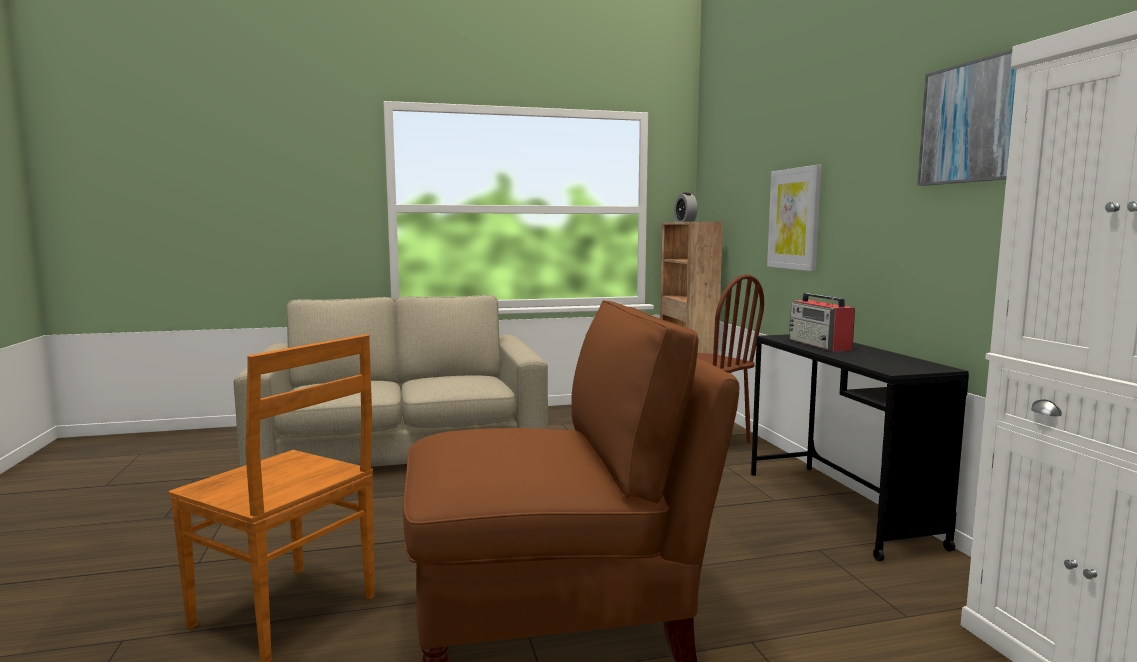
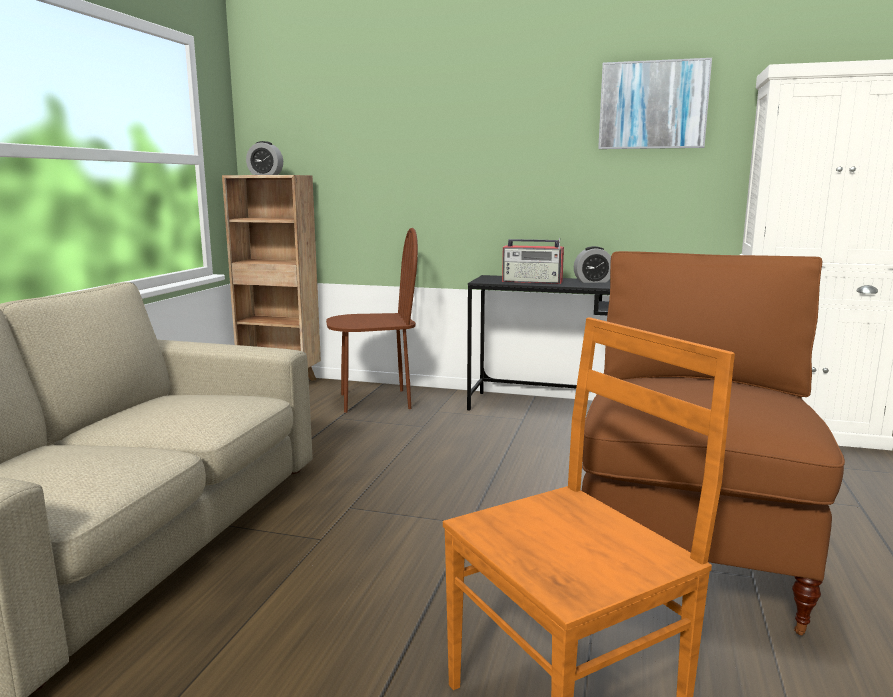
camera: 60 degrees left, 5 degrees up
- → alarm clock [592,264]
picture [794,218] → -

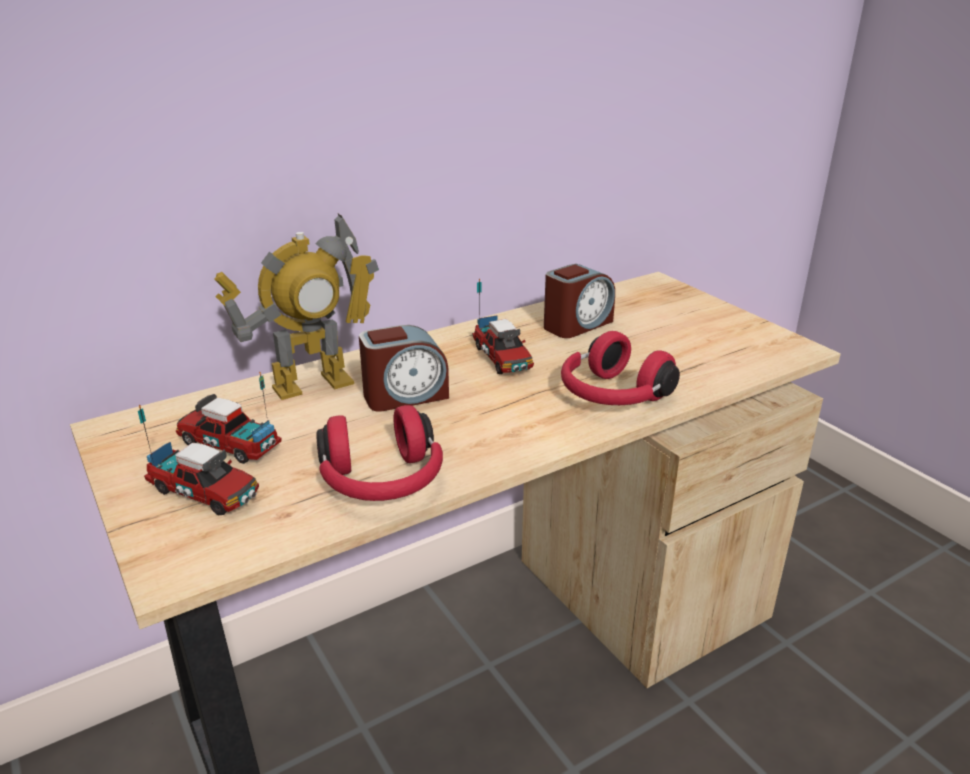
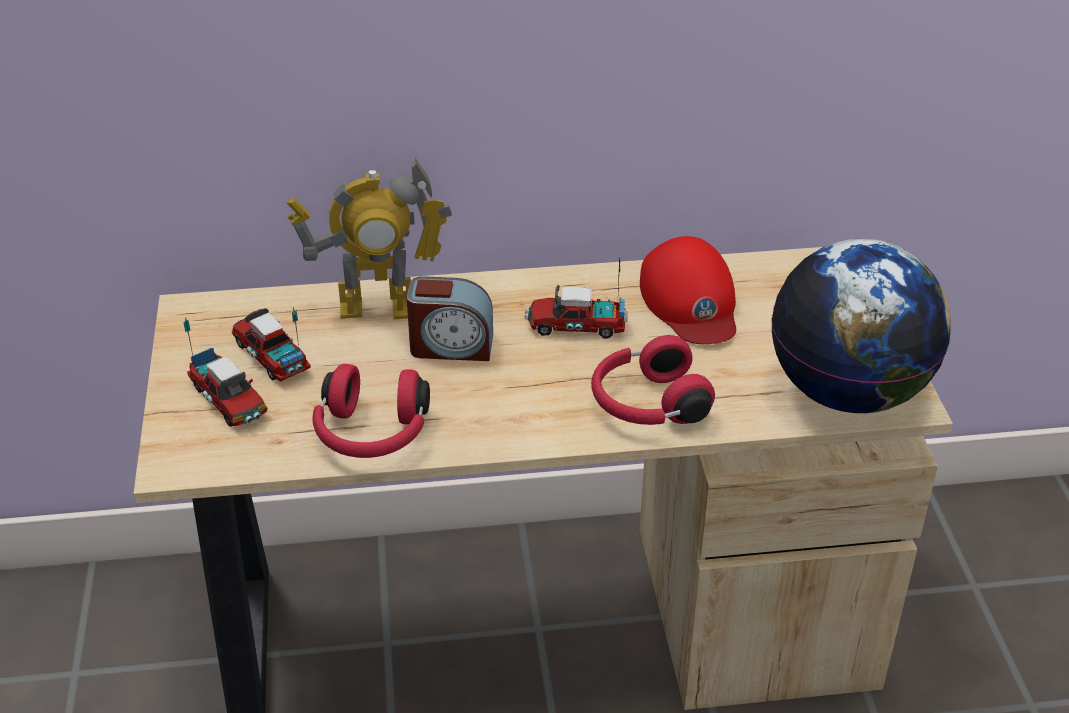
camera: 25 degrees right, 10 degrees up
toy truck [503,326] → toy truck [576,297], 90 degrees clockwise
alarm clock [579,301] → red cap [688,290]
- → globe [861,326]

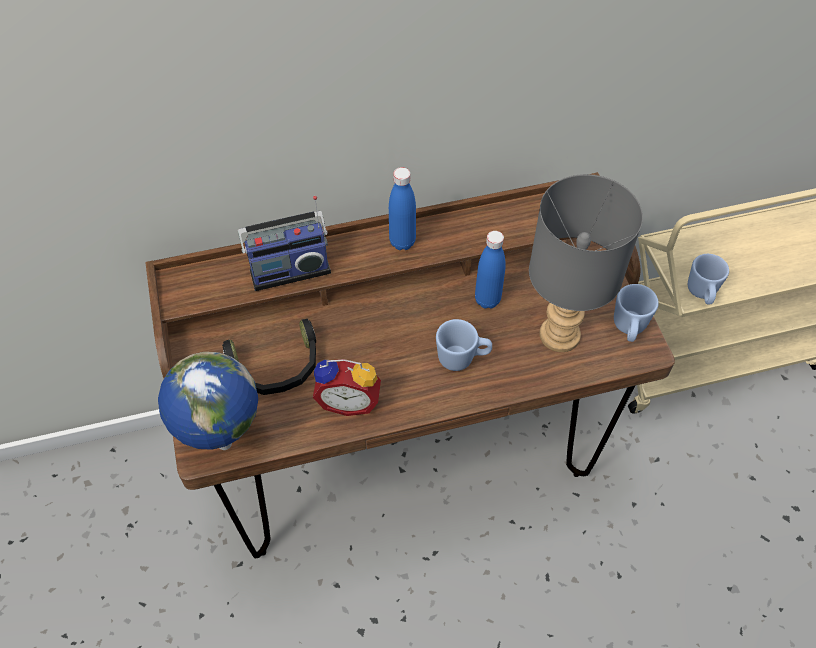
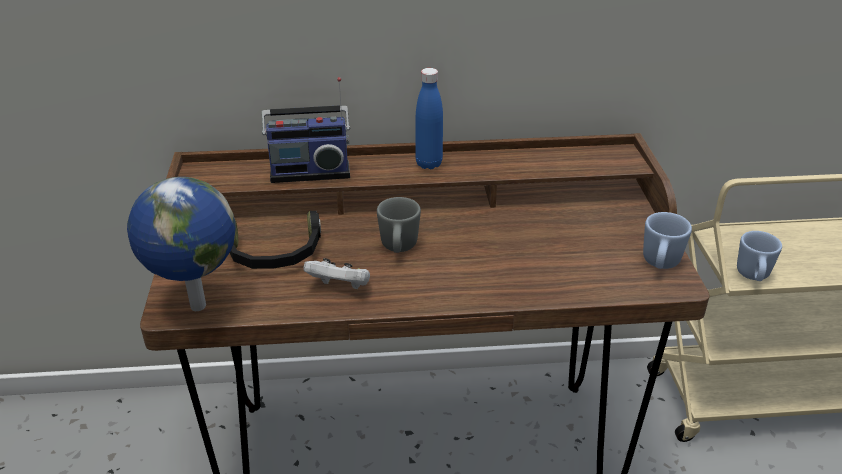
camera: 10 degrees right, 20 degrees down
alarm clock [347,387] → white game controller [336,273]
- → grey mug [399,225]
blue mug [464,345] → -
blue bottle [490,270] → -
grey table lamp [586,263] → -

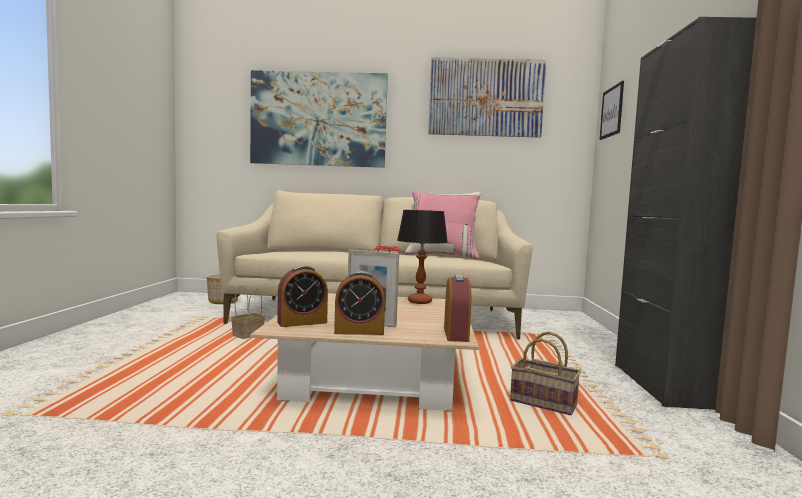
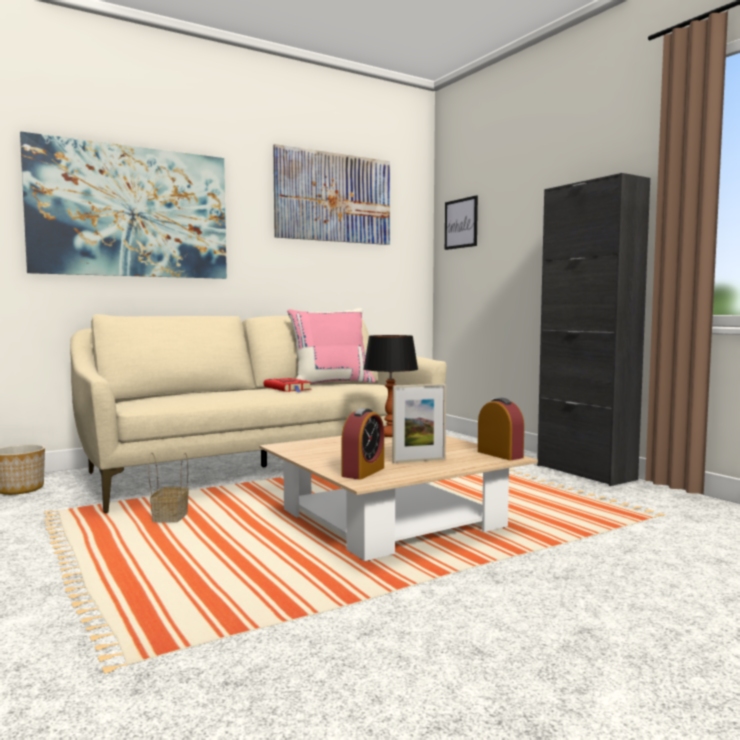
camera: 35 degrees left, 0 degrees up
alarm clock [359,303] → -
basket [545,373] → -

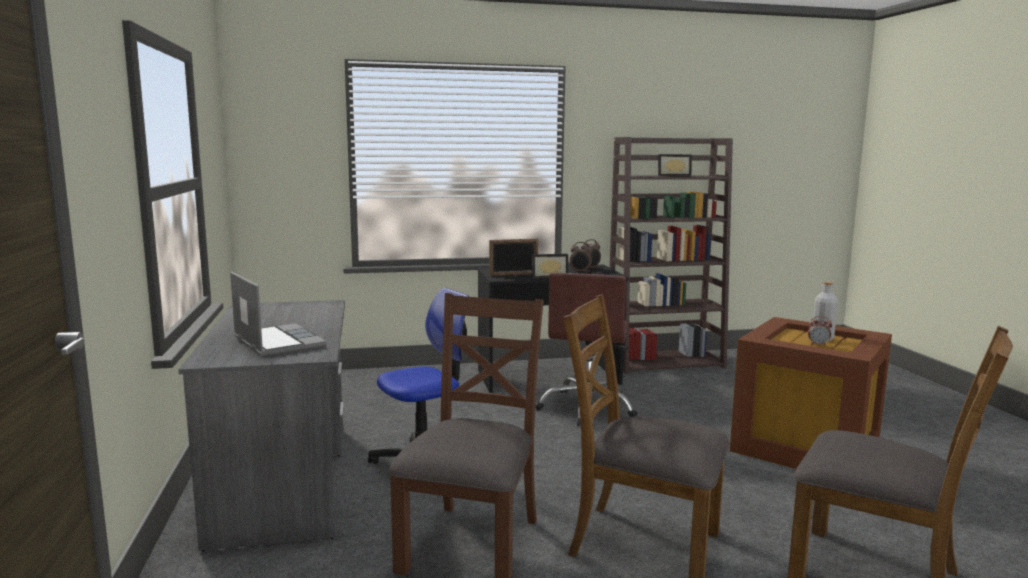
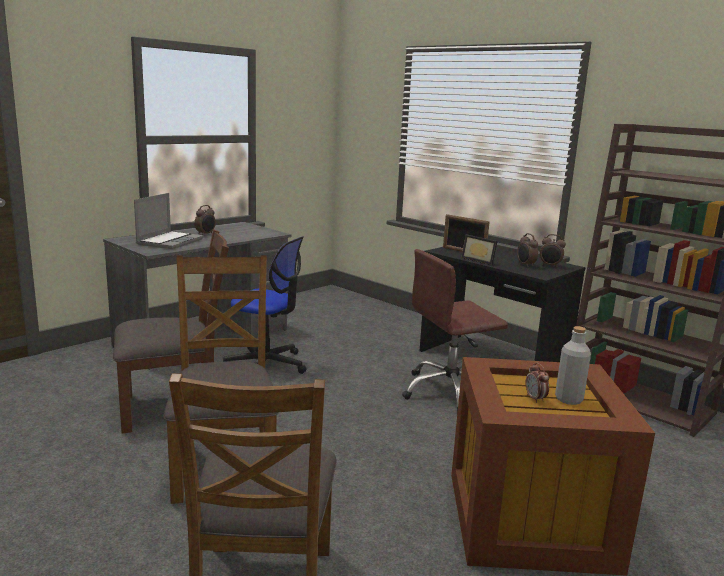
camera: 55 degrees right, 5 degrees up
- → alarm clock [205,220]
picture frame [675,165] → -

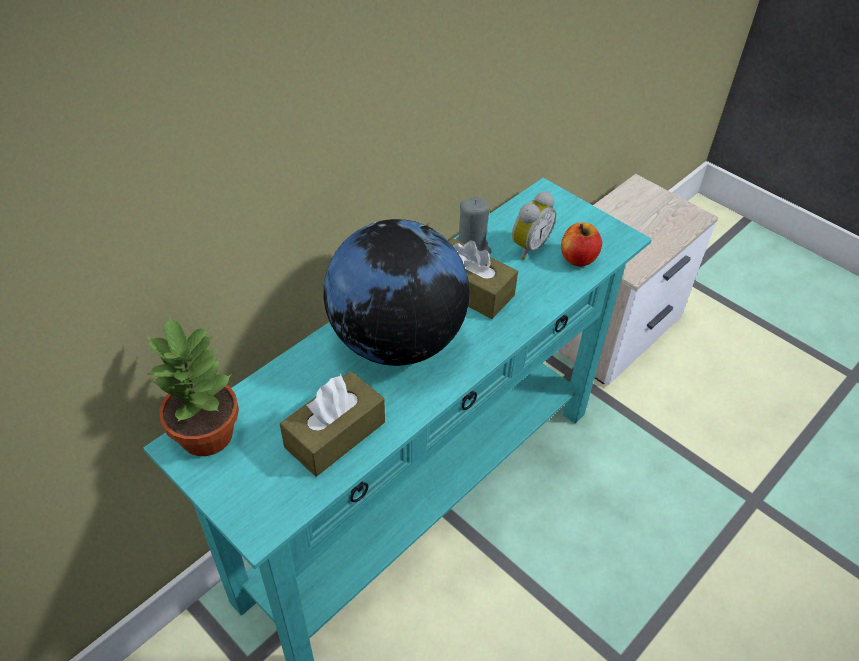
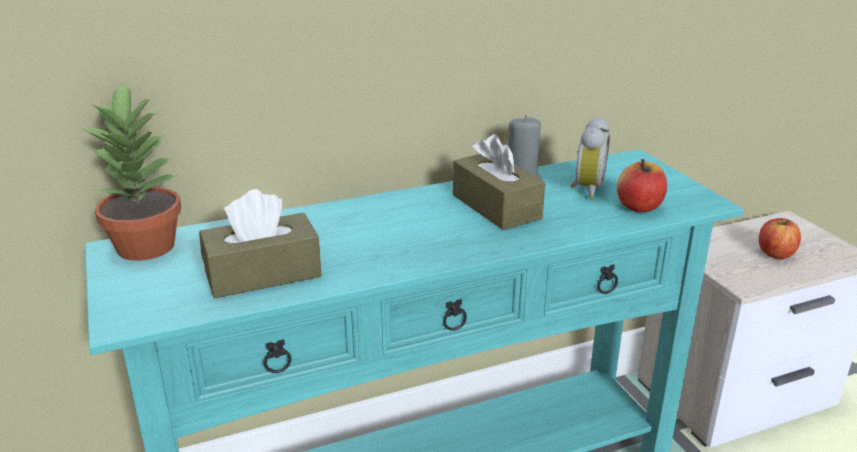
camera: 25 degrees right, 20 degrees down
alarm clock [534,226] → alarm clock [590,158], 45 degrees counterclockwise
- → apple [780,238]
globe [396,292] → -

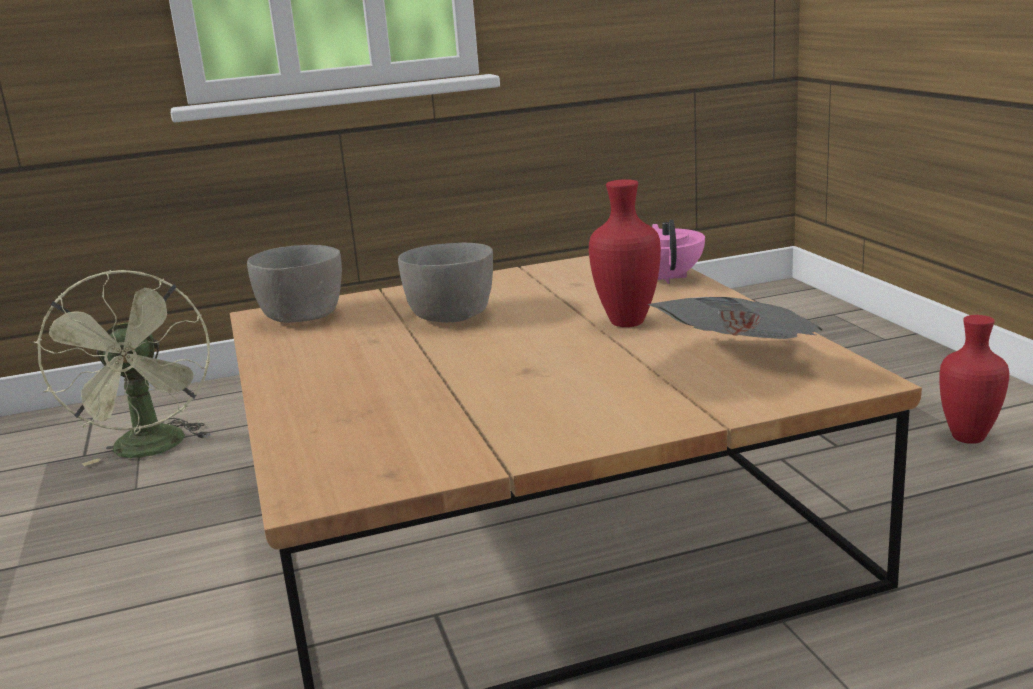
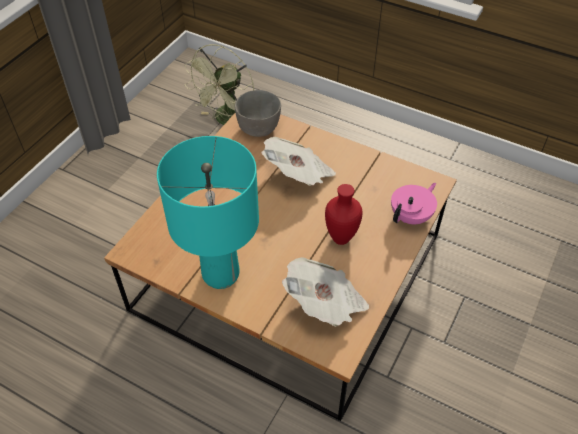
camera: 45 degrees right, 30 degrees up
- → turquoise table lamp [208,212]
grey bowl [445,282] → newspaper [298,161]
red vase [974,379] → -

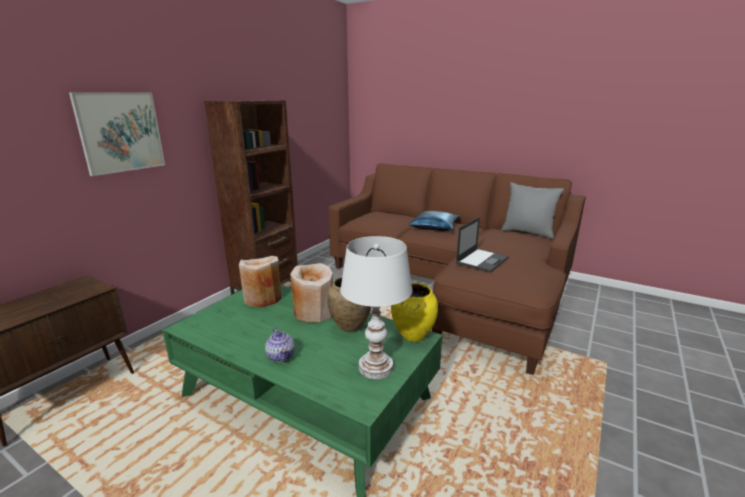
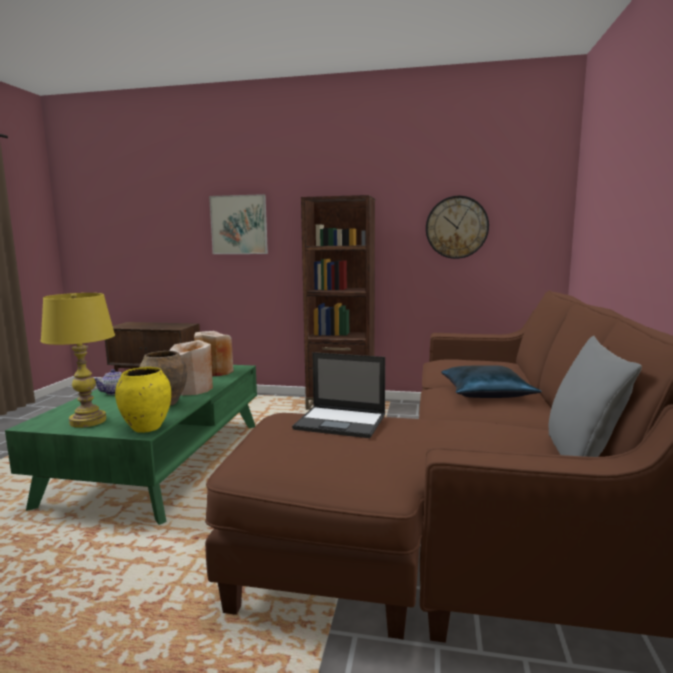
camera: 70 degrees right, 10 degrees down
white table lamp [376,307] → yellow table lamp [77,360]
- → wall clock [457,227]

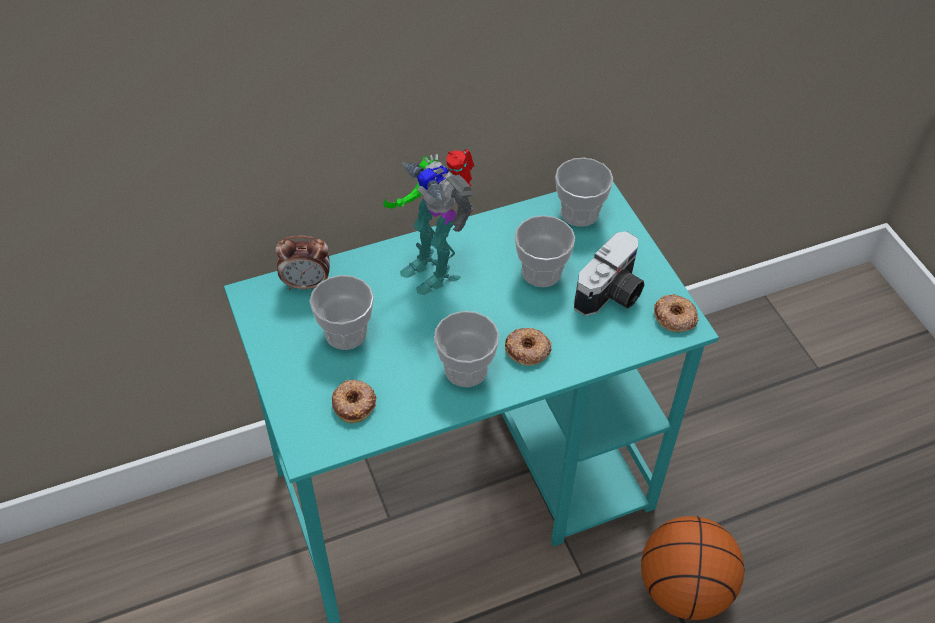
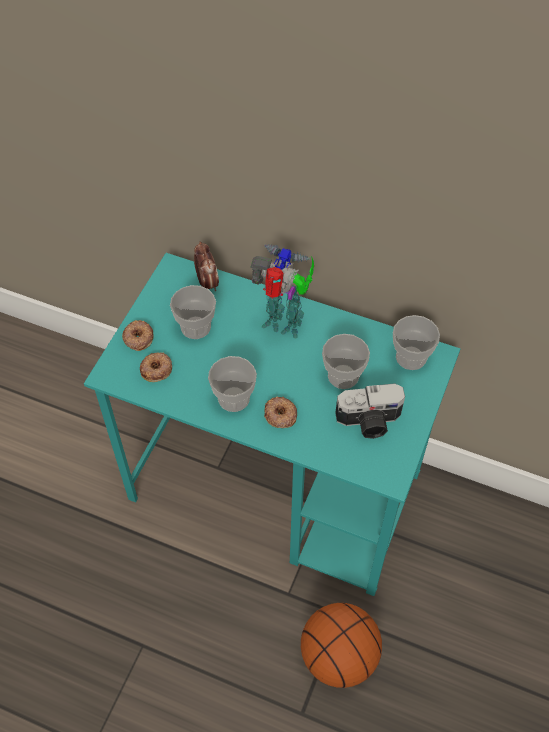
camera: 45 degrees right, 5 degrees up
donut [676,313] → donut [137,335], relocated
alarm clock [303,263] → alarm clock [206,266], 150 degrees counterclockwise
toy robot [428,222] → toy robot [282,291], 105 degrees clockwise

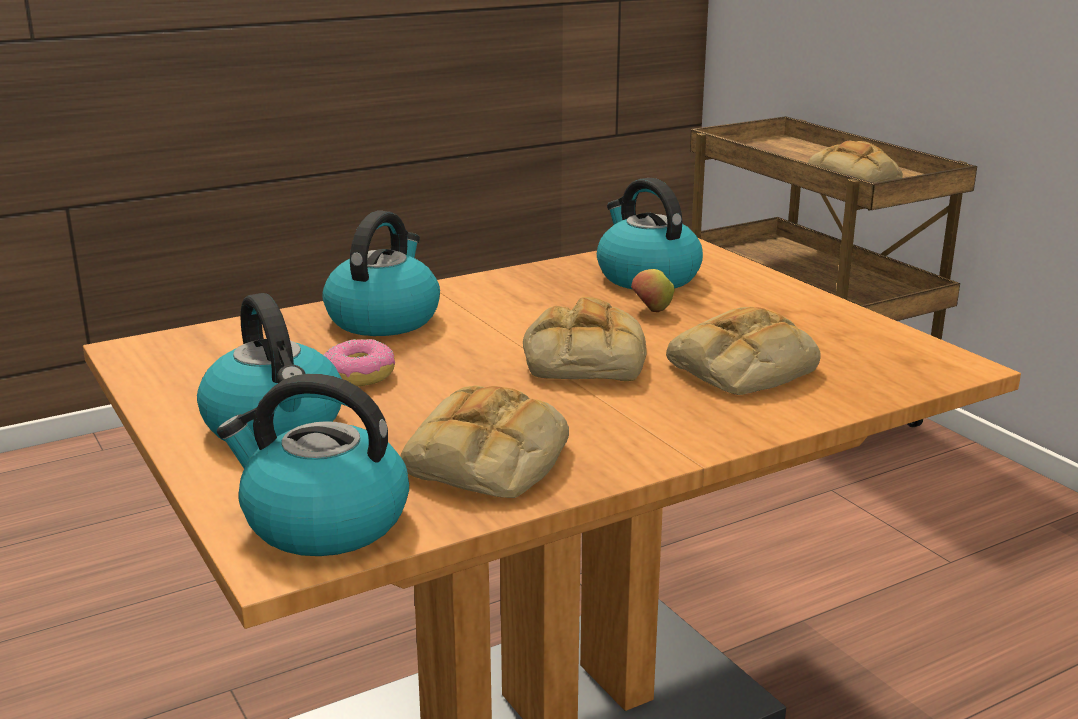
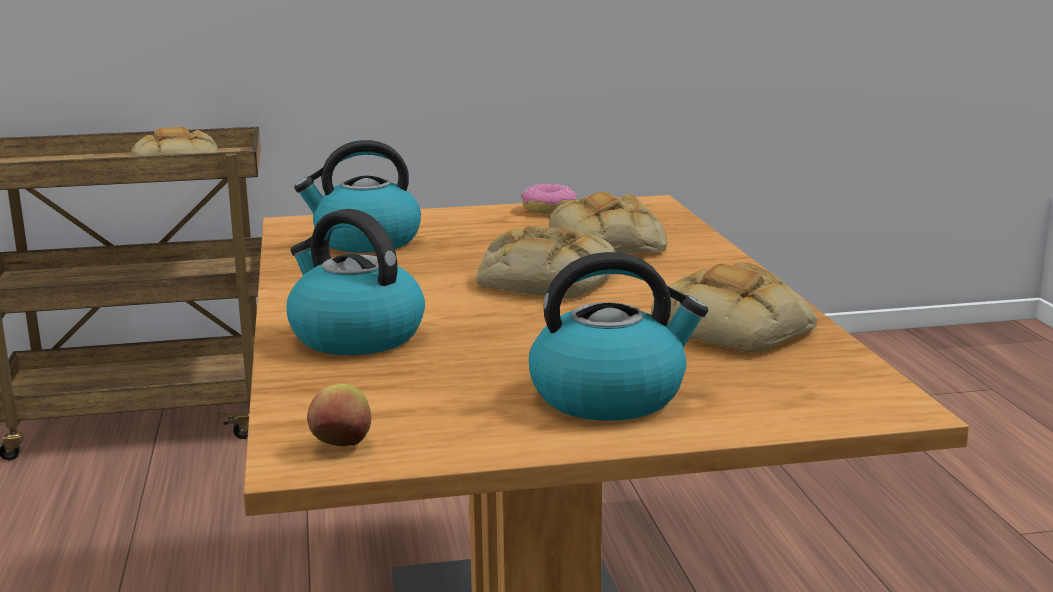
camera: 70 degrees left, 5 degrees down
apple [652,290] → apple [339,415], relocated
donut [359,362] → donut [549,199], relocated
kettle [313,465] → -

